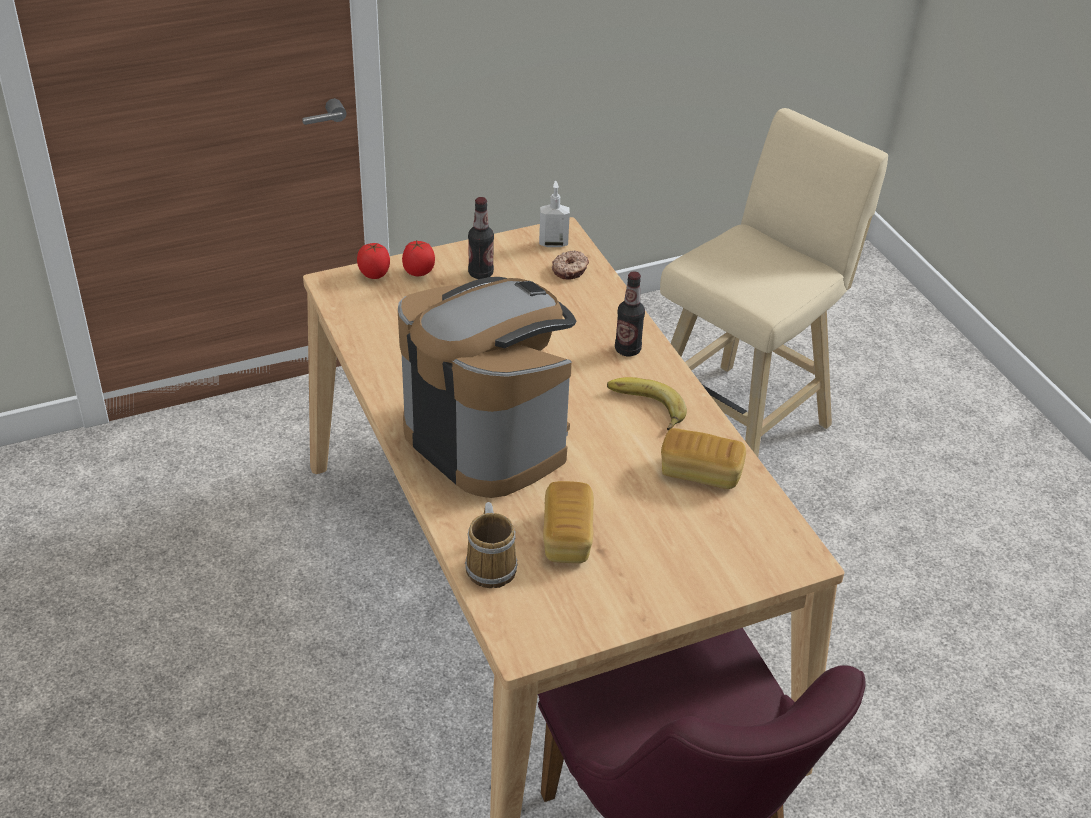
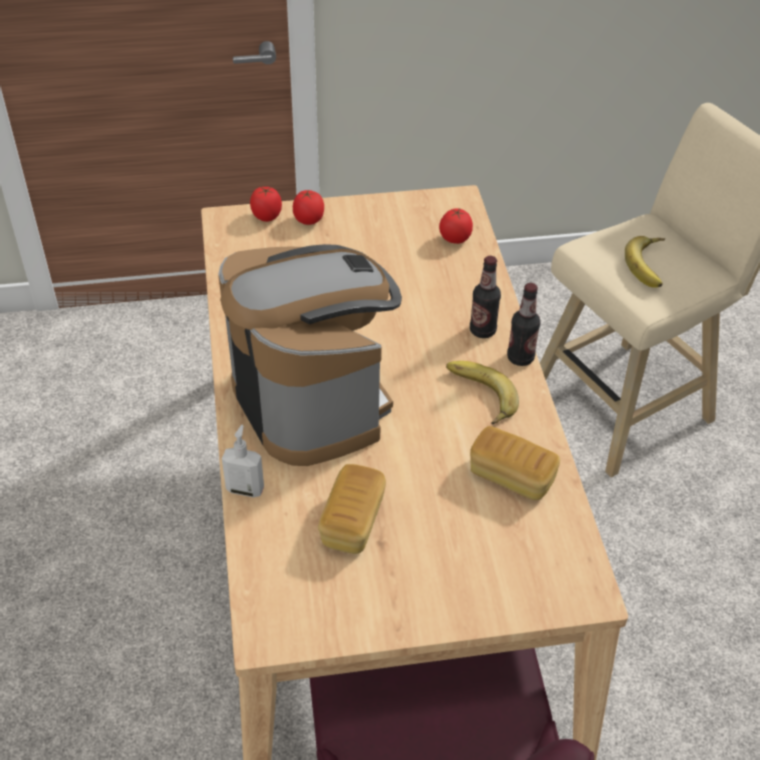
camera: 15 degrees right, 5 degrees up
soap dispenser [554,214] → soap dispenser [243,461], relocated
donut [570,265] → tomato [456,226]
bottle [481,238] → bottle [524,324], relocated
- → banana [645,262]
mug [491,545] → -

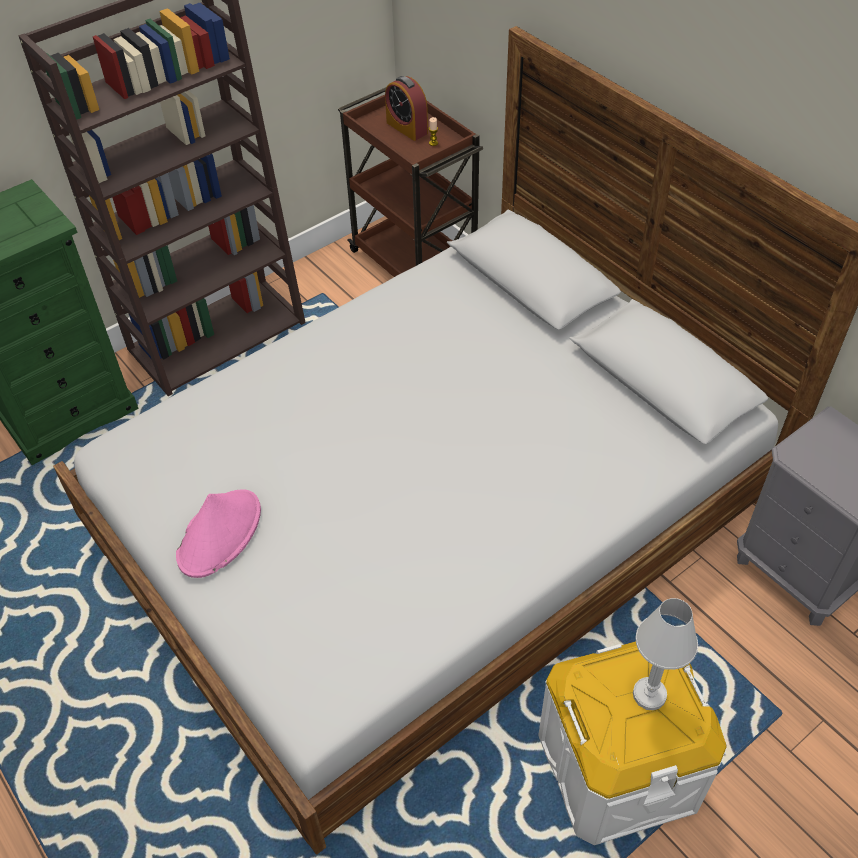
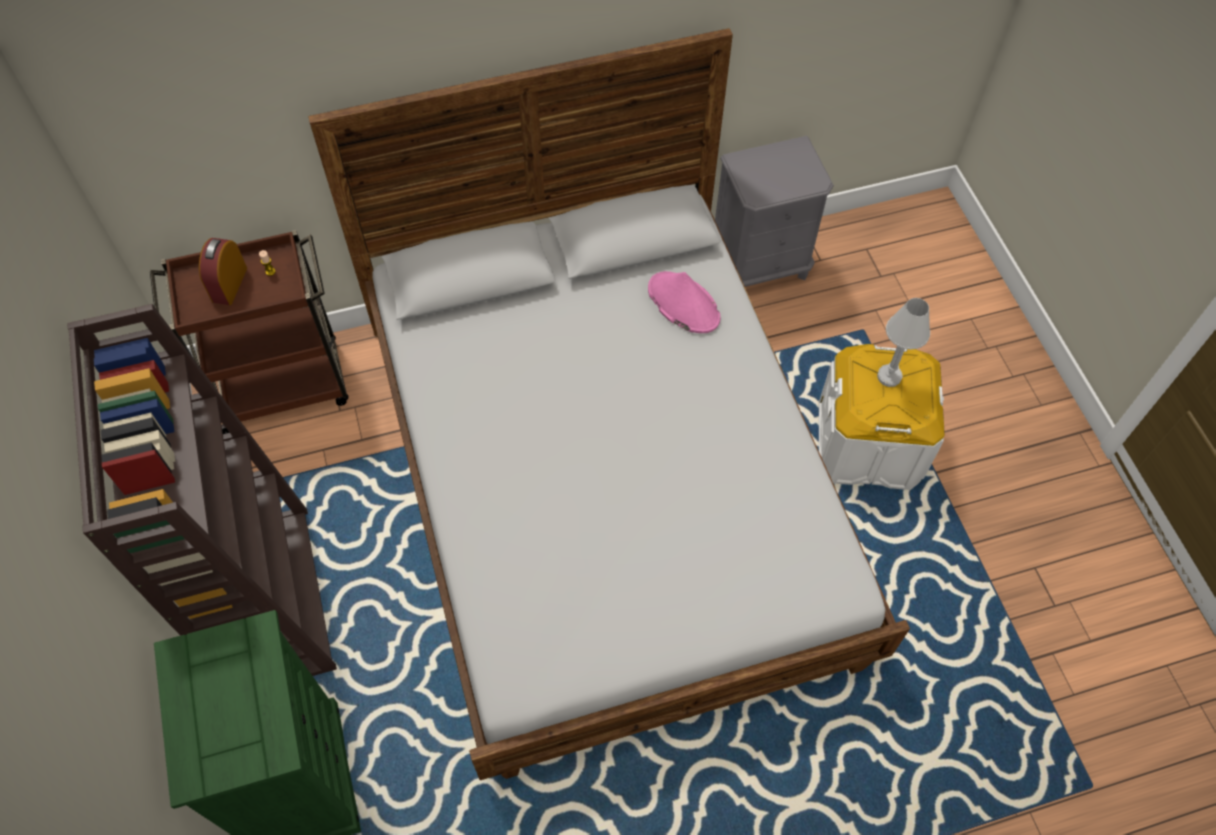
camera: 70 degrees left, 10 degrees up
alarm clock [406,108] → alarm clock [223,271], 120 degrees clockwise
pink hat [218,533] → pink hat [684,302], relocated

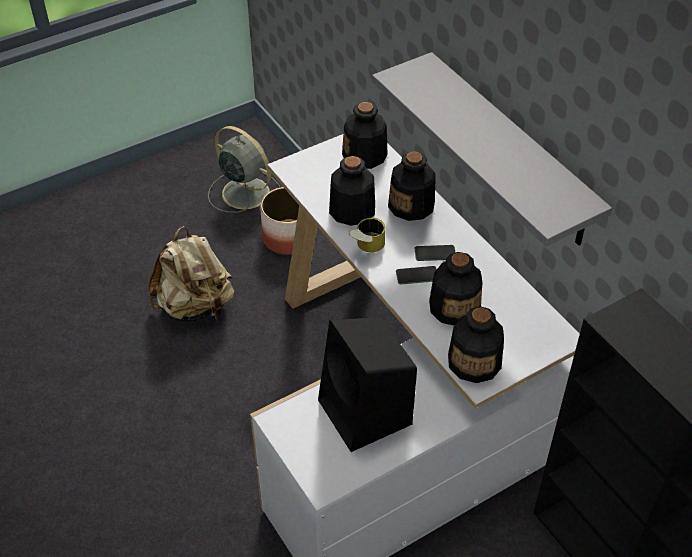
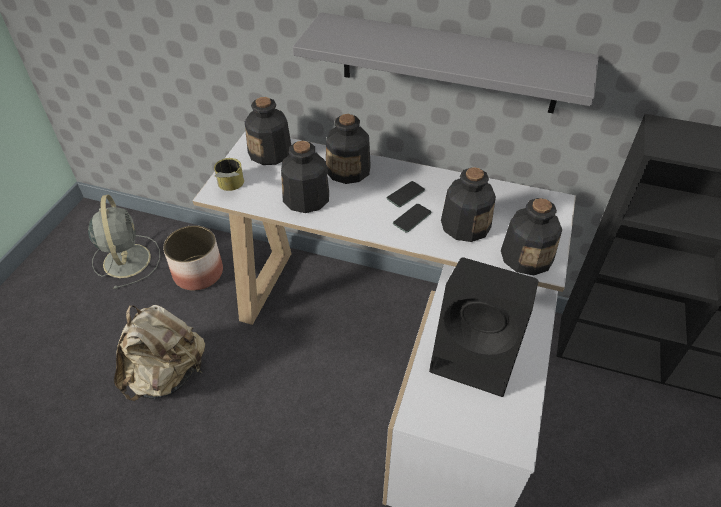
camera: 40 degrees left, 0 degrees up
grey fan [244,169] → grey fan [124,242], 75 degrees clockwise
can [367,235] → can [229,174], relocated

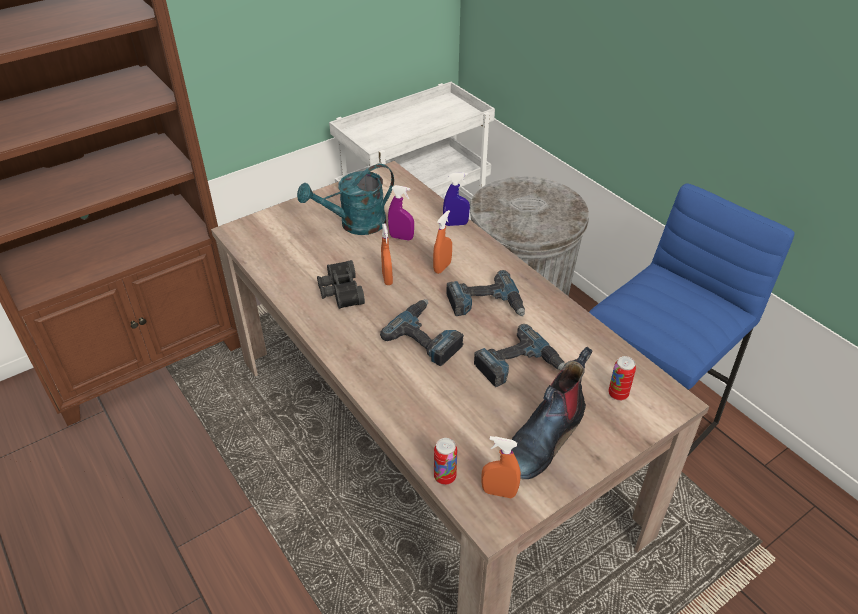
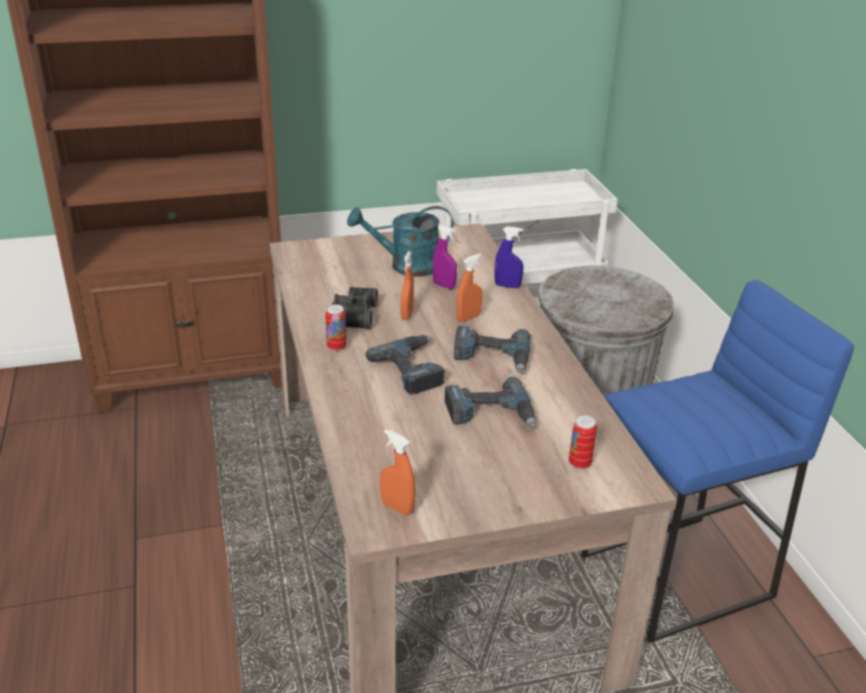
camera: 20 degrees right, 10 degrees down
can [445,461] → can [335,328], relocated
boot [551,413] → -

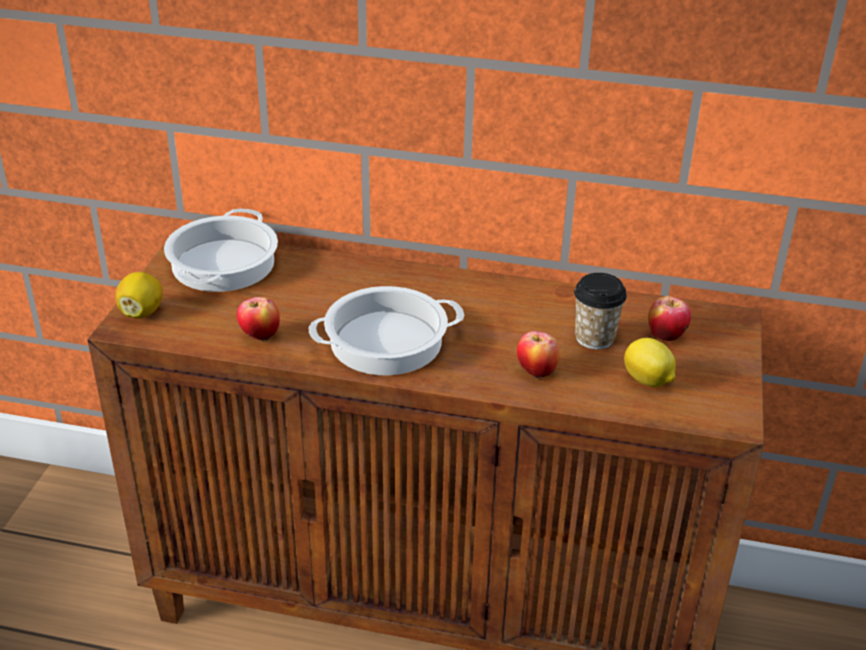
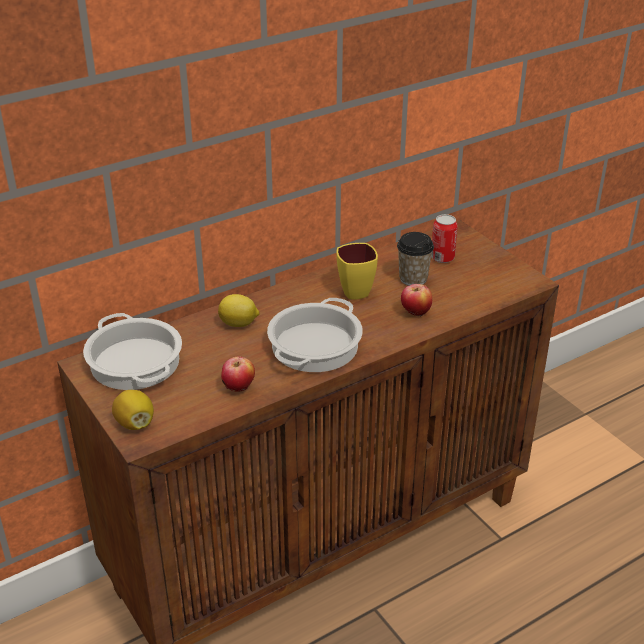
camera: 45 degrees left, 0 degrees up
lemon [650,362] → lemon [239,310], relocated
- → yellow mug [357,271]
apple [669,318] → can [444,238]

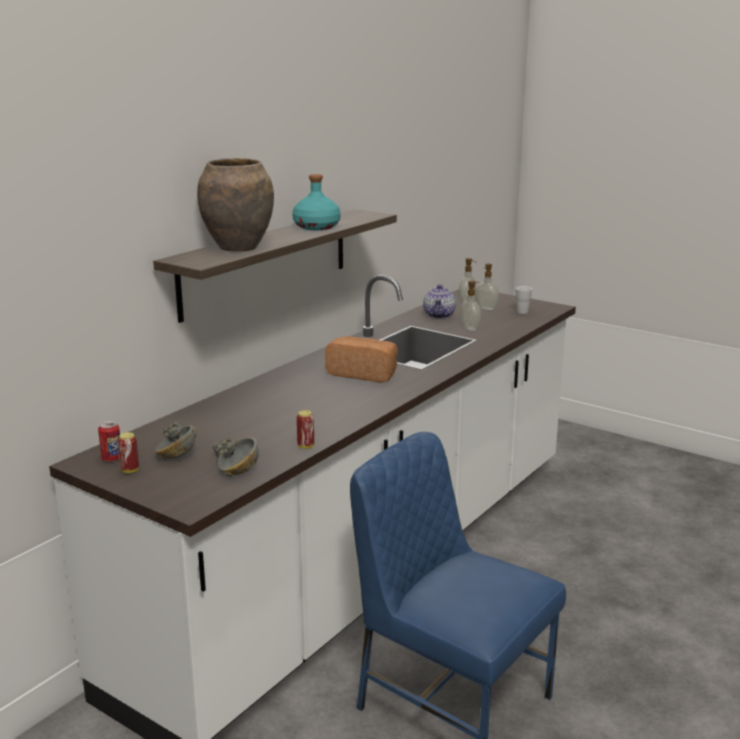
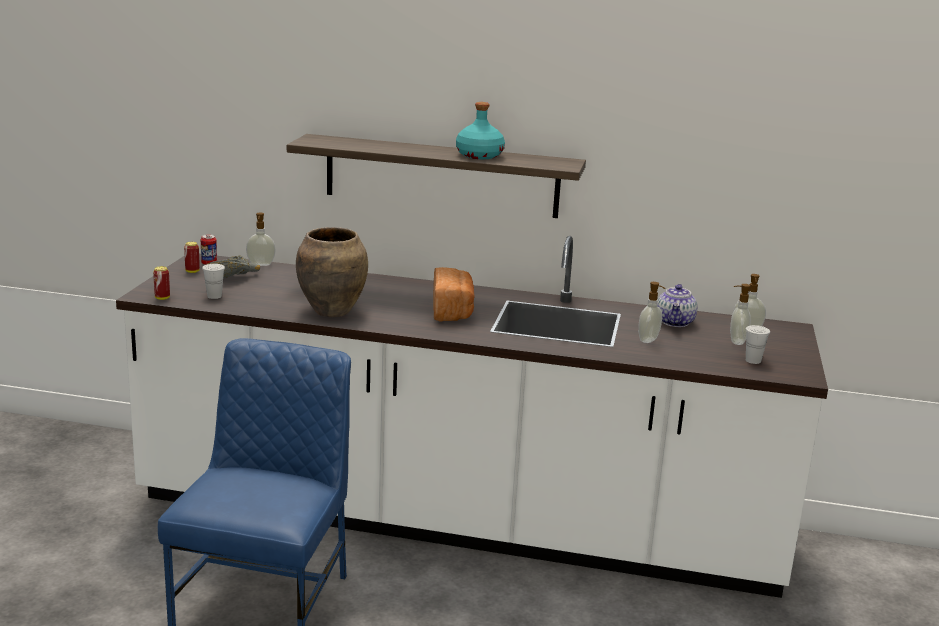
camera: 65 degrees right, 0 degrees up
can [305,429] → can [161,283], relocated
grey bowl [236,457] → white cup [213,281]
- → soap dispenser [261,239]
brown vase [235,205] → brown vase [332,272], relocated
teapot [439,301] → teapot [677,305], 60 degrees counterclockwise

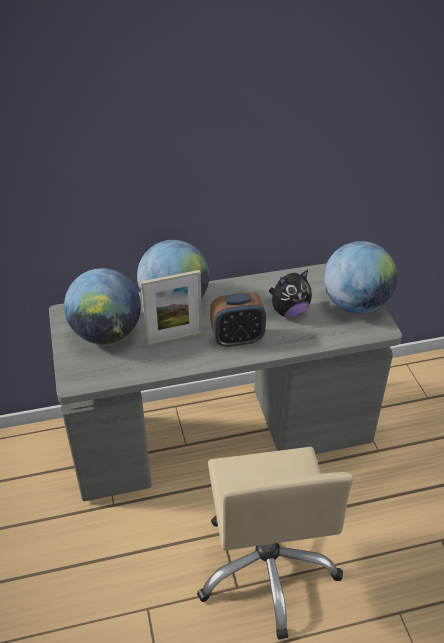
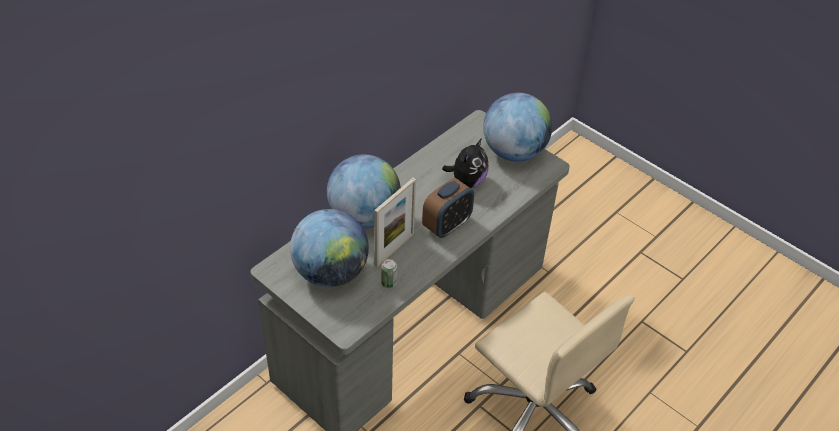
camera: 35 degrees left, 5 degrees up
- → can [389,273]

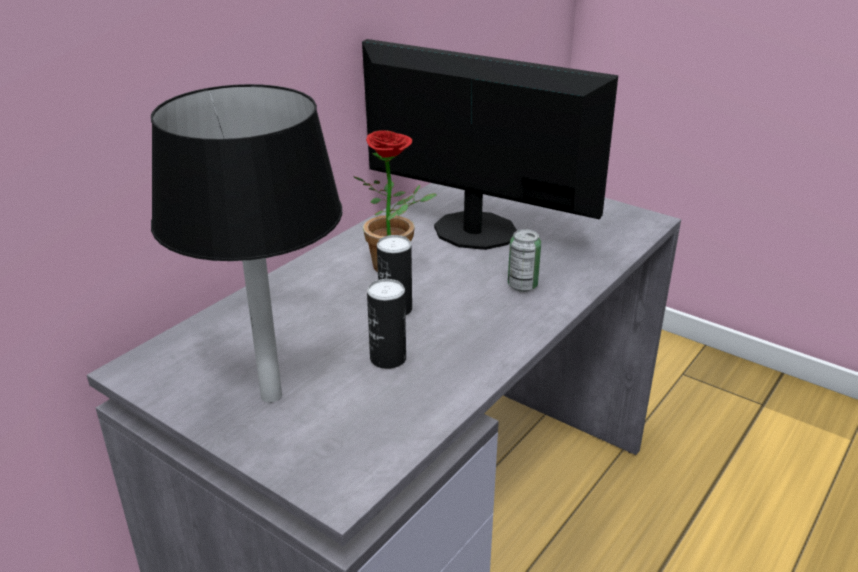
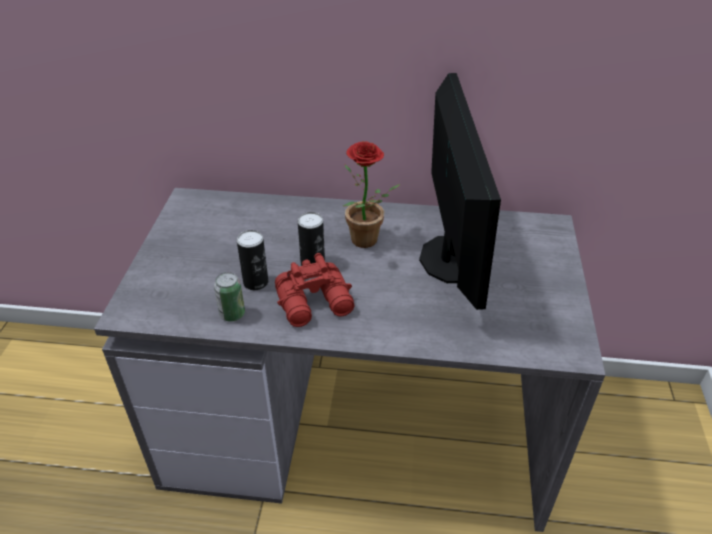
camera: 60 degrees right, 10 degrees up
can [524,260] → can [229,297], relocated
- → red binoculars [314,290]
black table lamp [246,243] → -

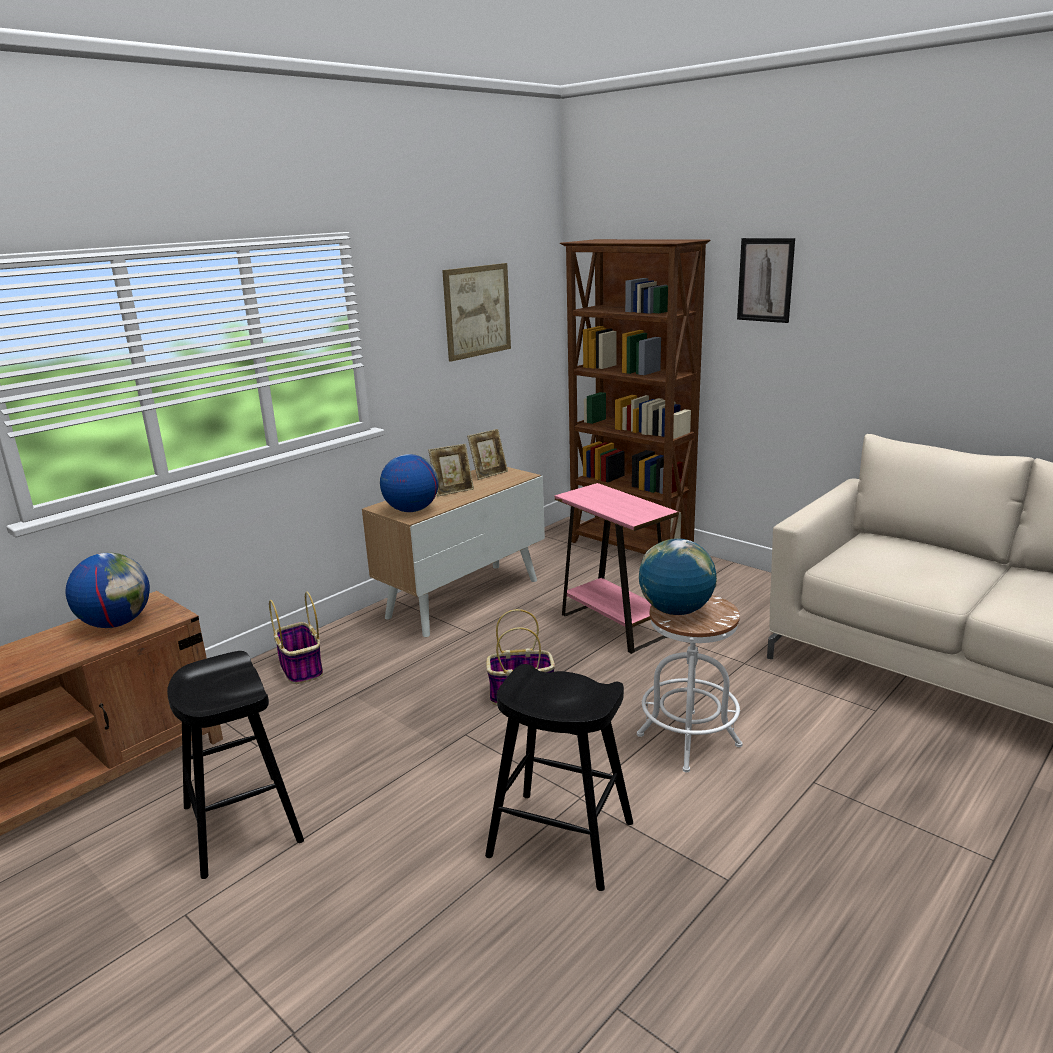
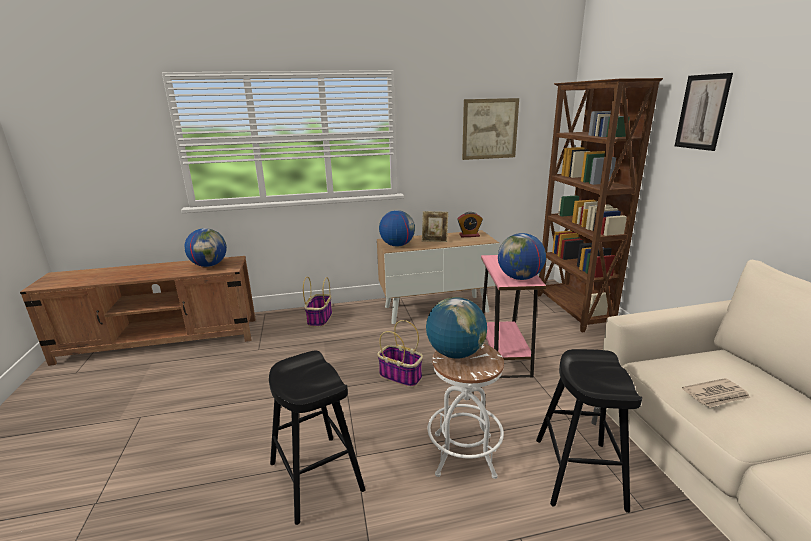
camera: 35 degrees right, 0 degrees up
picture frame [487,454] → alarm clock [470,224]
- → globe [522,256]
black stool [235,765] → black stool [589,431], relocated
- → newspaper [716,393]

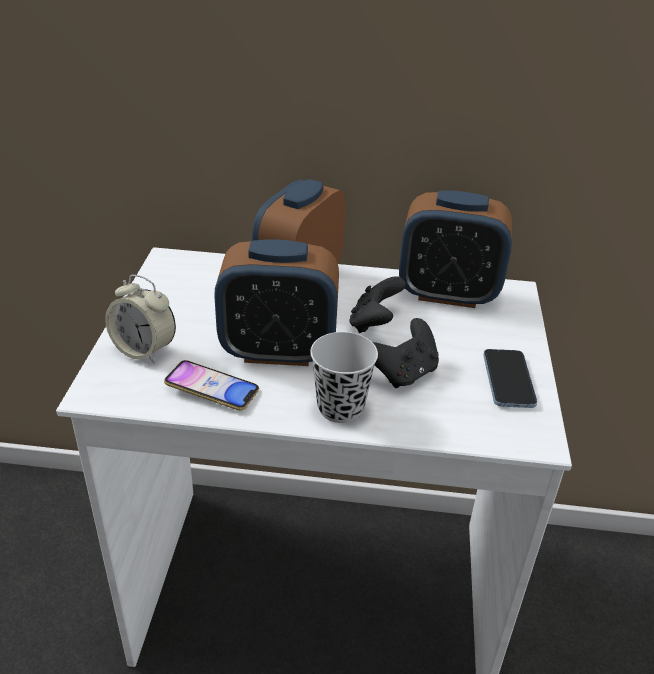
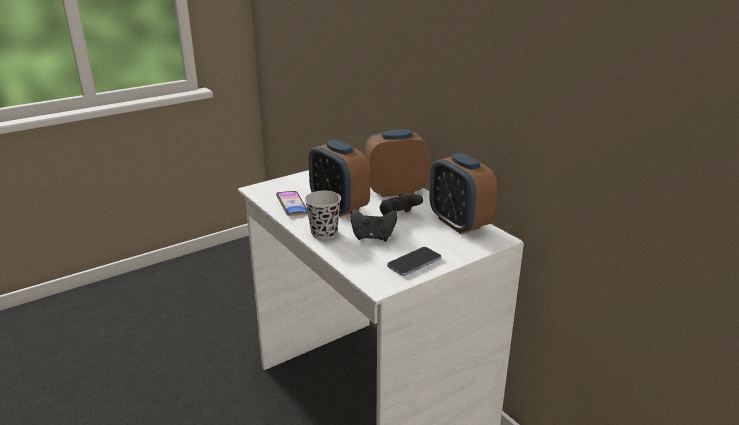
camera: 50 degrees right, 10 degrees down
alarm clock [140,319] → -

